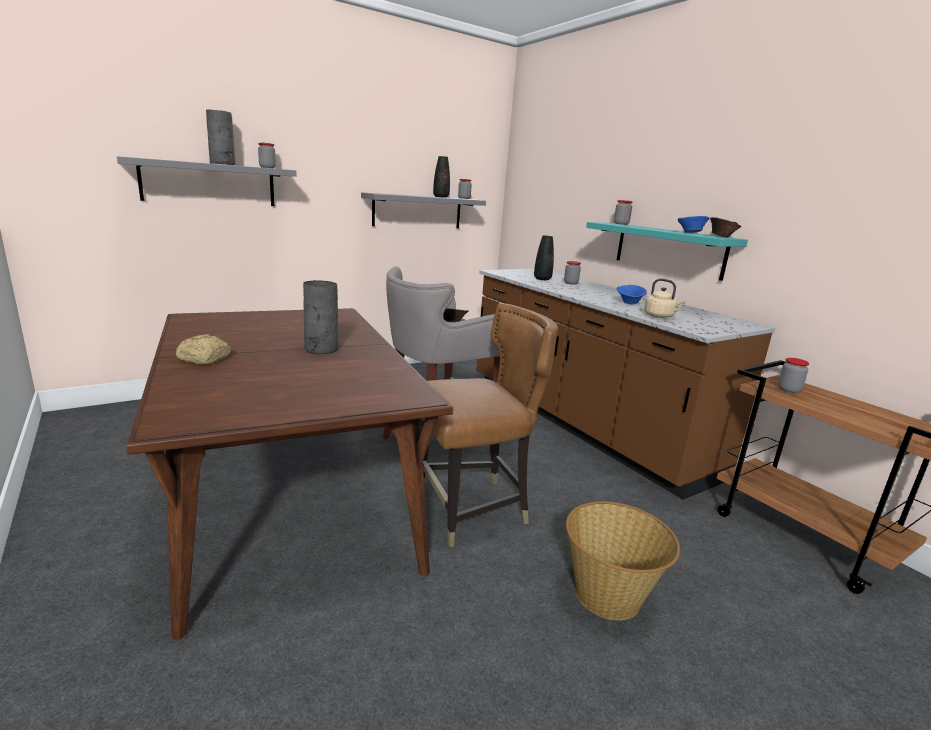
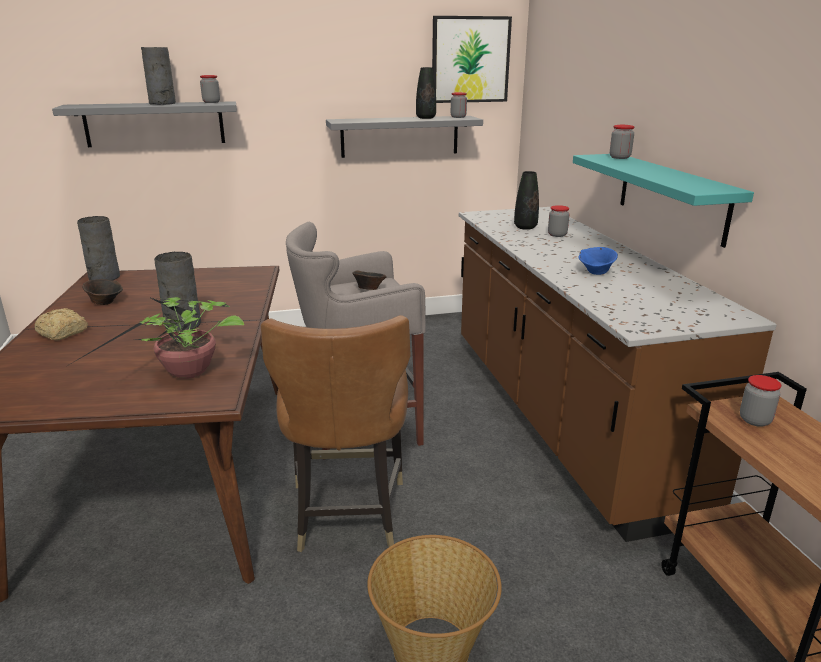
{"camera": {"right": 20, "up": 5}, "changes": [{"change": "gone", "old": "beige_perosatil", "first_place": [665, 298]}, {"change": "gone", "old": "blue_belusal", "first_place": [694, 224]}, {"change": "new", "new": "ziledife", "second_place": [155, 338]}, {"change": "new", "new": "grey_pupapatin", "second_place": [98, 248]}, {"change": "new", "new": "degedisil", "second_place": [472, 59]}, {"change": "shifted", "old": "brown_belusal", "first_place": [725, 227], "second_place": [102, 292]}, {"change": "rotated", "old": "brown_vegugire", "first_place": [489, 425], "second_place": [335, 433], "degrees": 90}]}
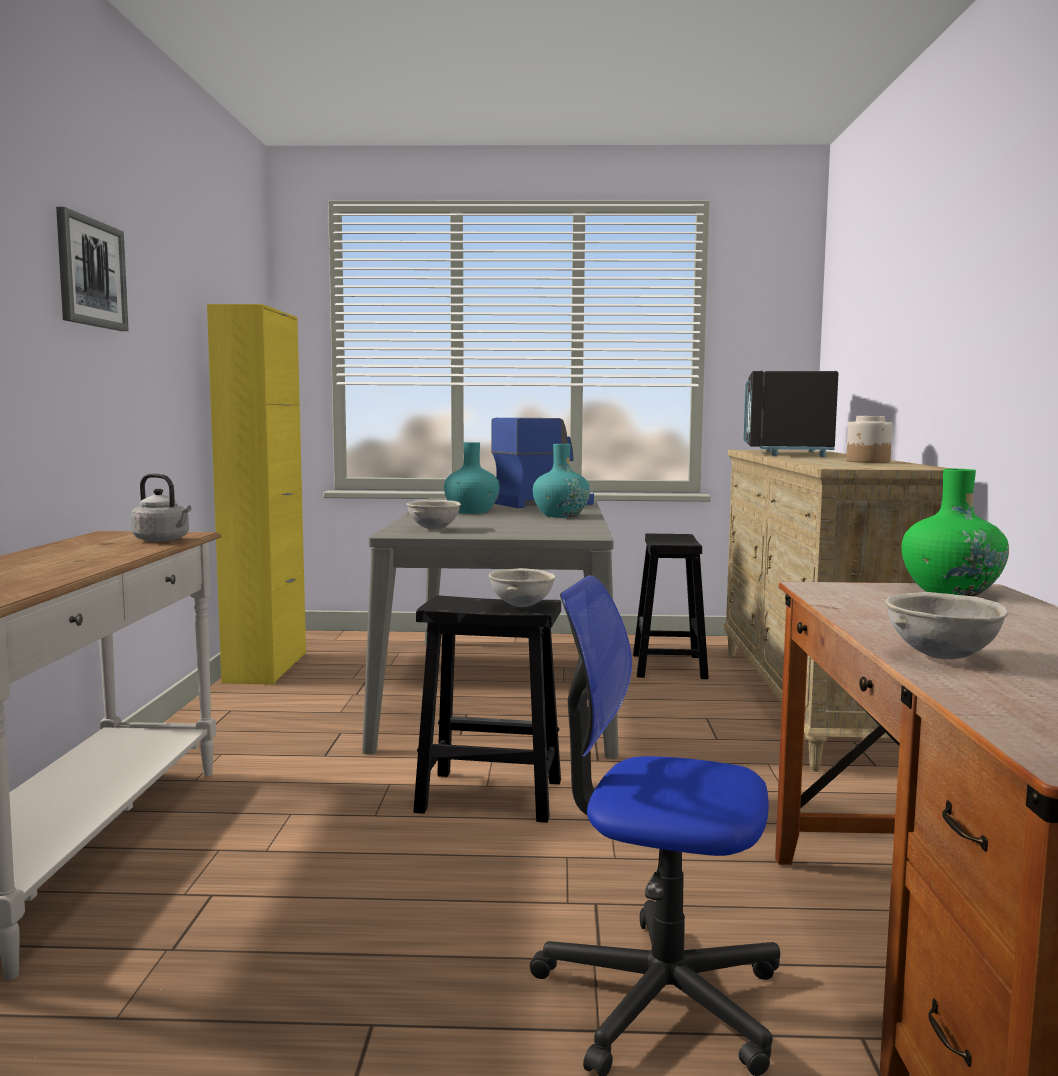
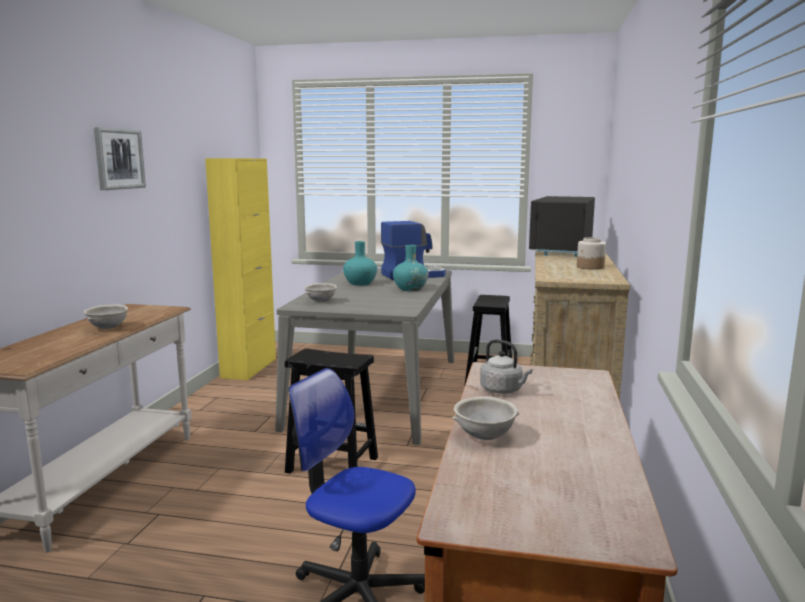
{"camera": {"right": 10, "up": 5}, "changes": [{"change": "gone", "old": "green_pupapatin", "first_place": [955, 532]}, {"change": "shifted", "old": "grey_perosatil", "first_place": [161, 507], "second_place": [506, 366]}, {"change": "shifted", "old": "grey_belusal", "first_place": [522, 587], "second_place": [106, 316]}]}
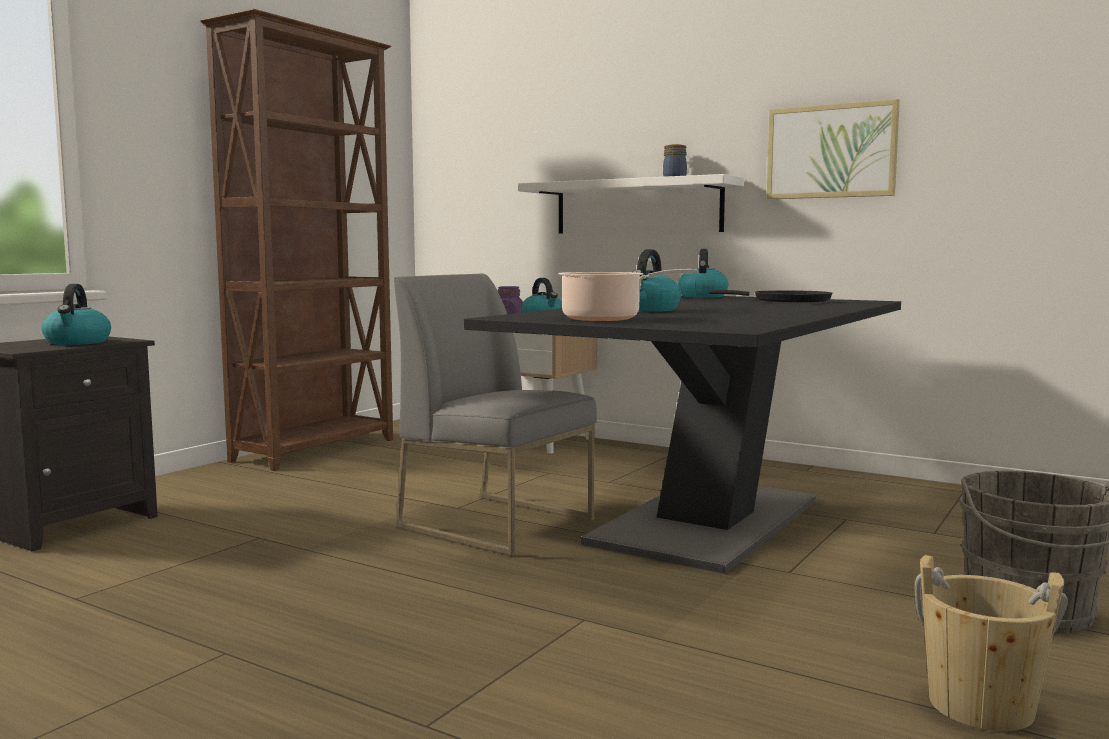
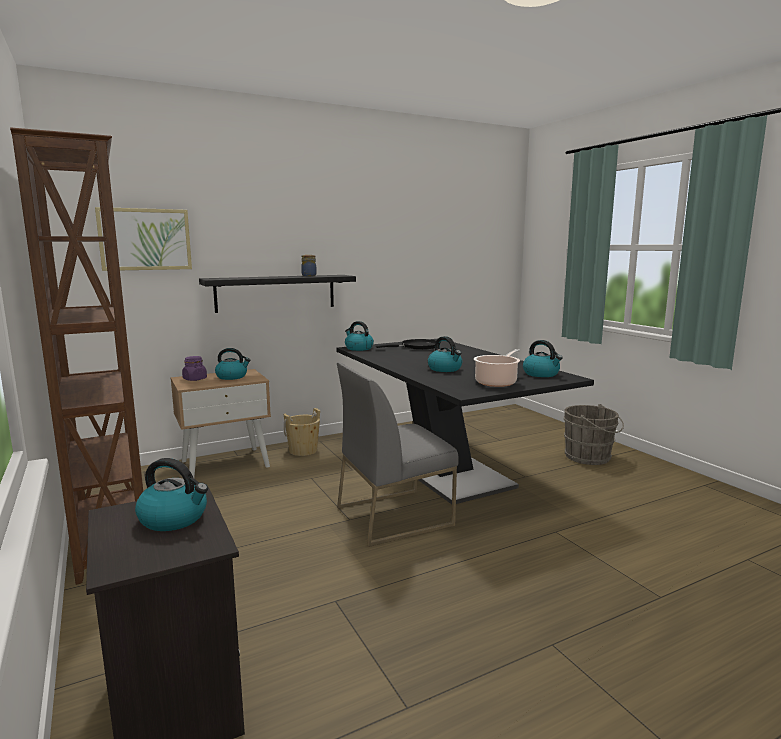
{"camera": {"right": -60, "up": 5}, "changes": [{"change": "new", "new": "perosatil", "second_place": [543, 358]}, {"change": "shifted", "old": "degedisil", "first_place": [833, 149], "second_place": [143, 239]}, {"change": "shifted", "old": "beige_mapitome", "first_place": [991, 643], "second_place": [301, 432]}, {"change": "repainted", "old": "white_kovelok", "new": "black_kovelok", "first_place": [631, 204], "second_place": [277, 294]}]}
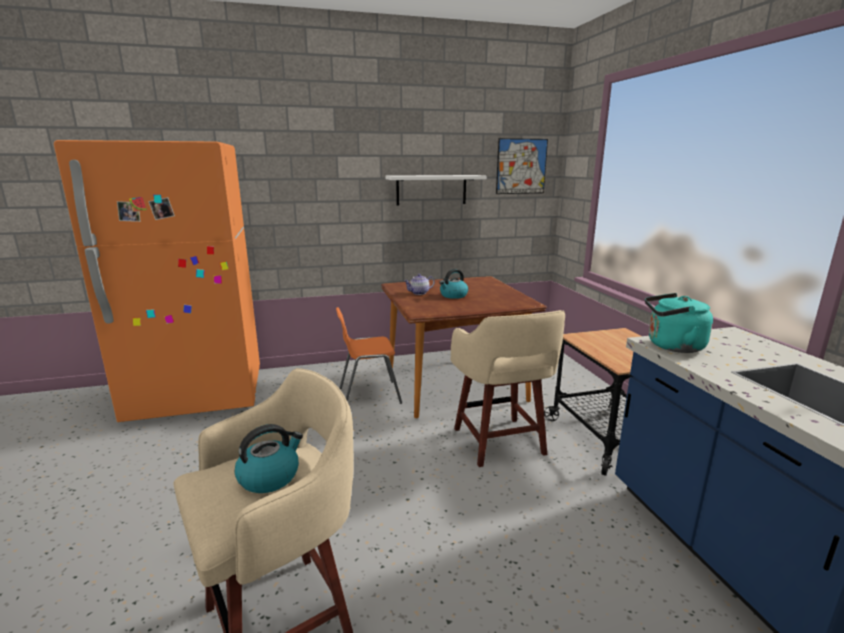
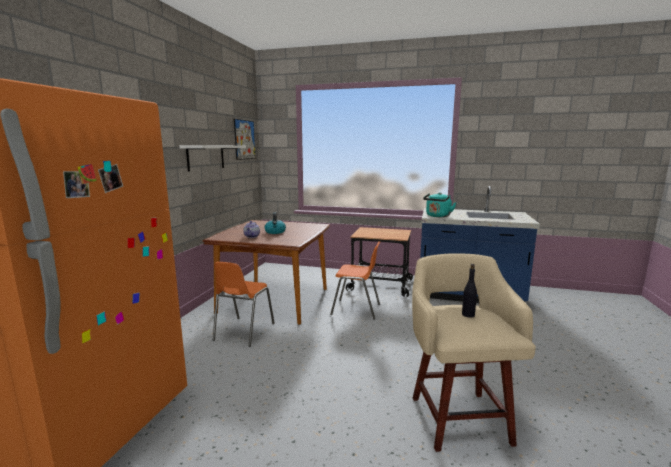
{"camera": {"right": -60, "up": -5}, "changes": [{"change": "swapped", "old": "perosatil", "new": "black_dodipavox", "first_place": [268, 458], "second_place": [469, 291]}, {"change": "swapped", "old": "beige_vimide", "new": "orange_vegugire", "first_place": [508, 388], "second_place": [355, 280]}]}
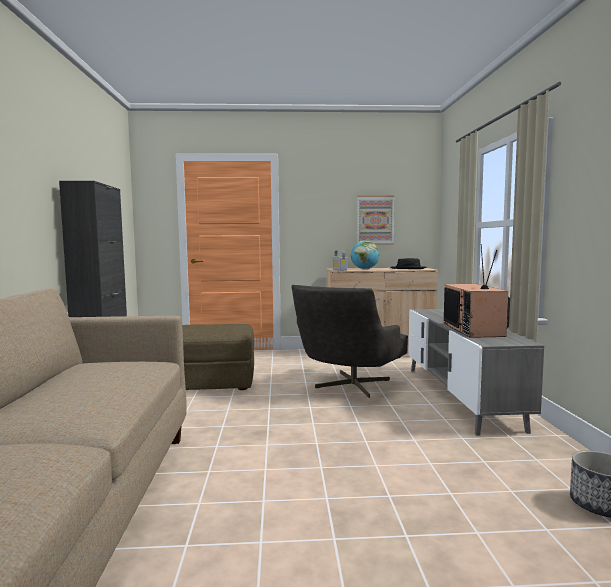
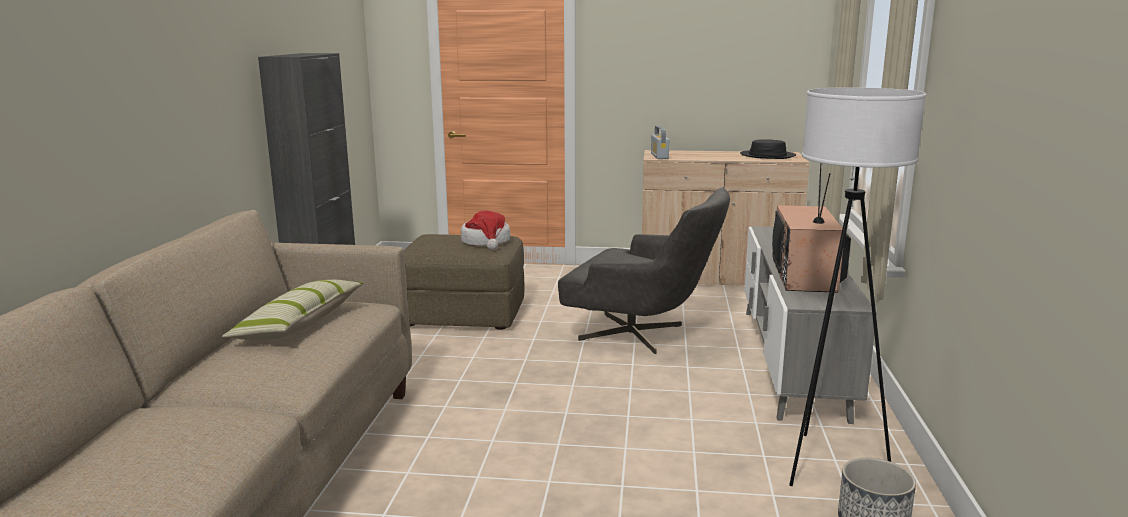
{"camera": {"right": 10, "up": 10}, "changes": [{"change": "gone", "old": "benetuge", "first_place": [365, 255]}, {"change": "gone", "old": "degedisil", "first_place": [375, 220]}, {"change": "new", "new": "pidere", "second_place": [292, 310]}, {"change": "new", "new": "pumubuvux", "second_place": [485, 230]}, {"change": "new", "new": "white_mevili", "second_place": [857, 286]}, {"change": "rotated", "old": "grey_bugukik", "first_place": [350, 341], "second_place": [644, 270], "degrees": -105}]}
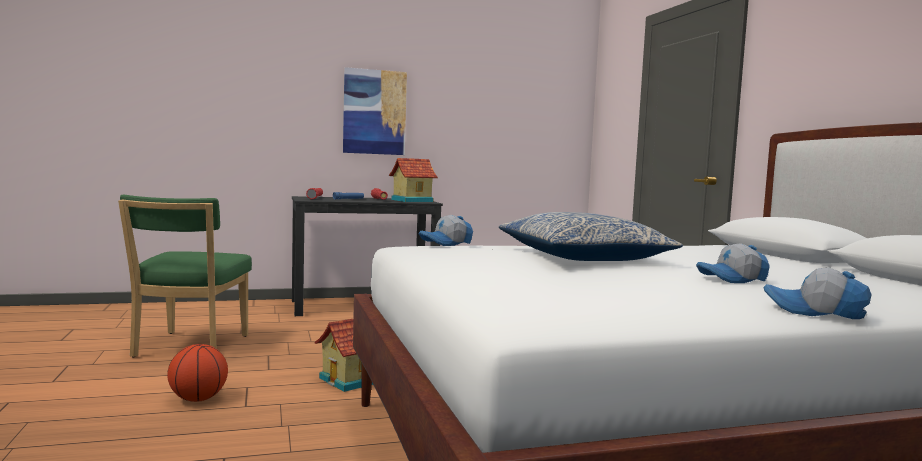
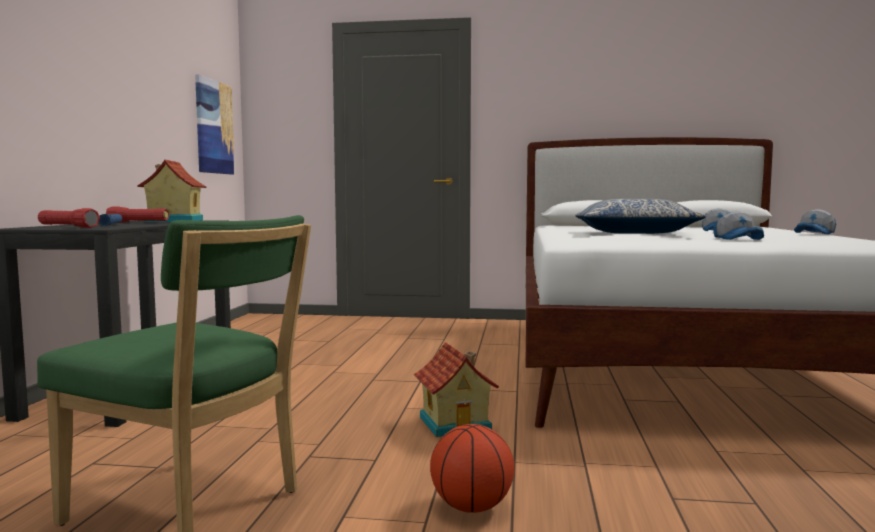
{"camera": {"right": -65, "up": 0}, "changes": [{"change": "shifted", "old": "degedisil", "first_place": [375, 111], "second_place": [215, 124]}, {"change": "shifted", "old": "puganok", "first_place": [445, 230], "second_place": [738, 225]}]}
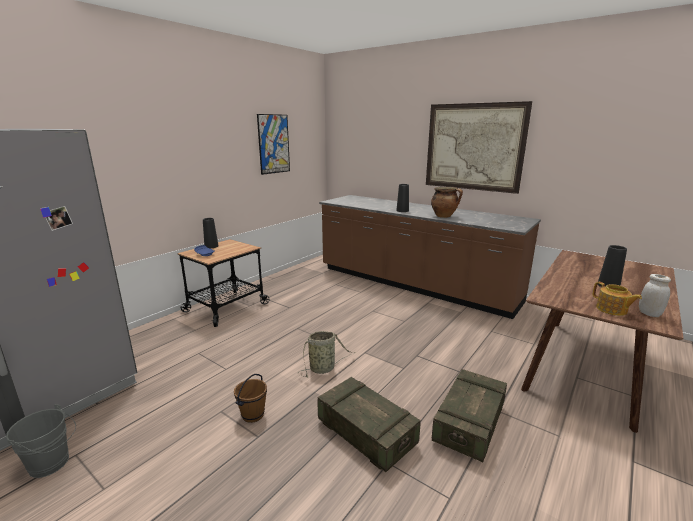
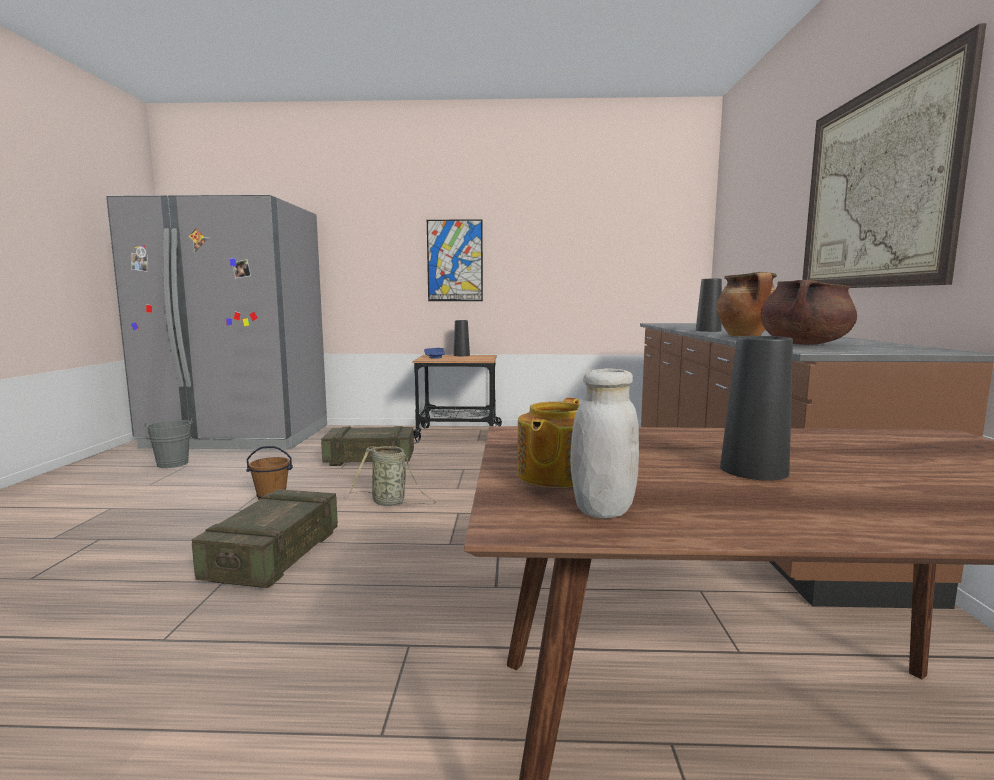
{"camera": {"right": 55, "up": -10}, "changes": [{"change": "new", "new": "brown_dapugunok", "second_place": [809, 312]}, {"change": "shifted", "old": "degedisil", "first_place": [273, 144], "second_place": [455, 260]}, {"change": "shifted", "old": "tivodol", "first_place": [469, 415], "second_place": [367, 446]}]}
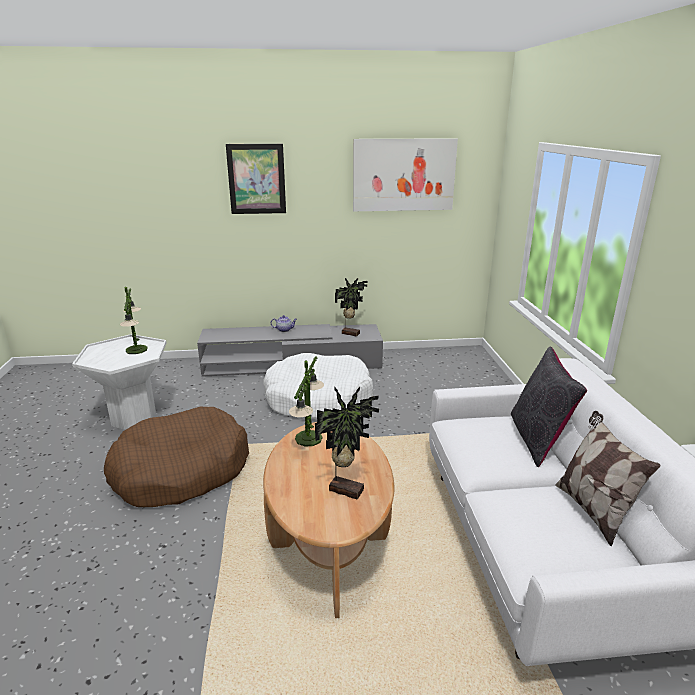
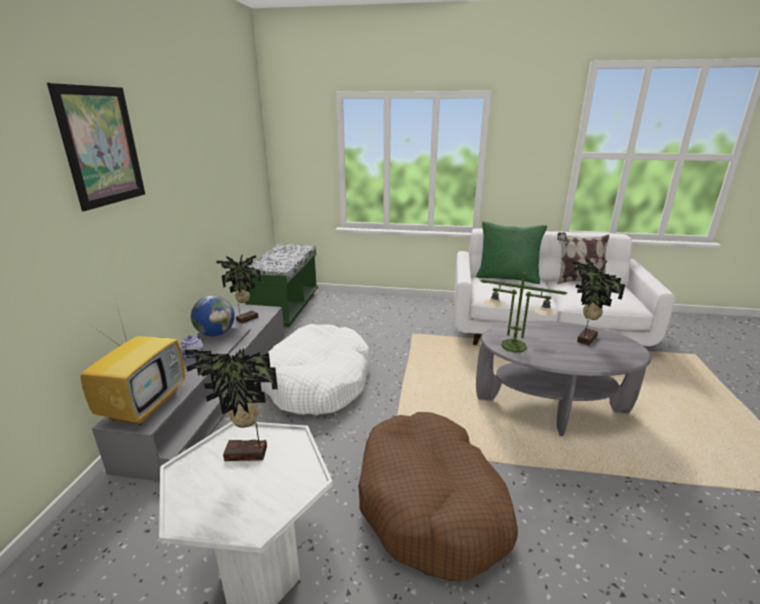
{"camera": {"right": -75, "up": 0}, "changes": [{"change": "gone", "old": "degedisil", "first_place": [405, 174]}, {"change": "new", "new": "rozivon", "second_place": [132, 363]}, {"change": "new", "new": "benetuge", "second_place": [213, 315]}, {"change": "new", "new": "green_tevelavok", "second_place": [281, 285]}, {"change": "swapped", "old": "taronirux", "new": "ziledife", "first_place": [133, 320], "second_place": [231, 404]}, {"change": "repainted", "old": "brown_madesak", "new": "grey_madesak", "first_place": [329, 520], "second_place": [563, 378]}, {"change": "repainted", "old": "black_pidere", "new": "green_pidere", "first_place": [549, 406], "second_place": [511, 252]}]}
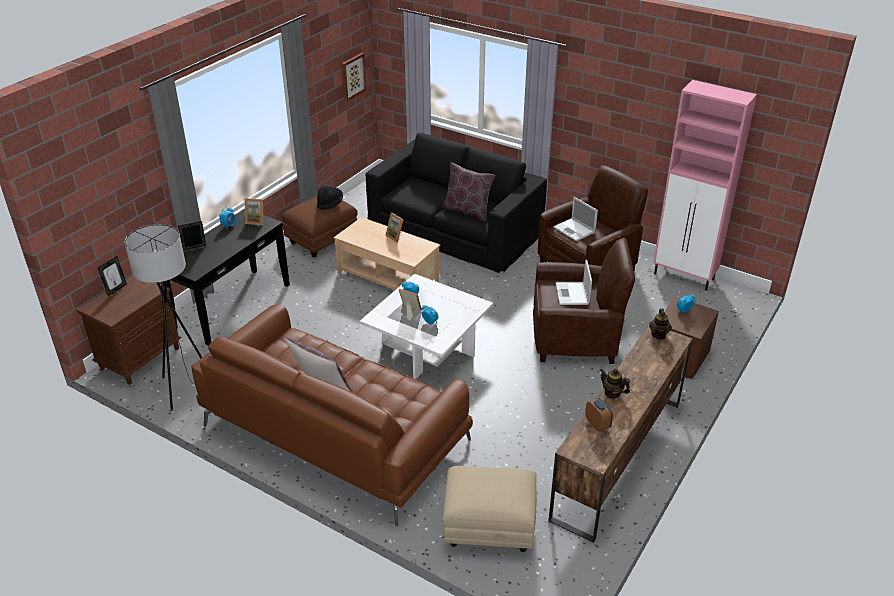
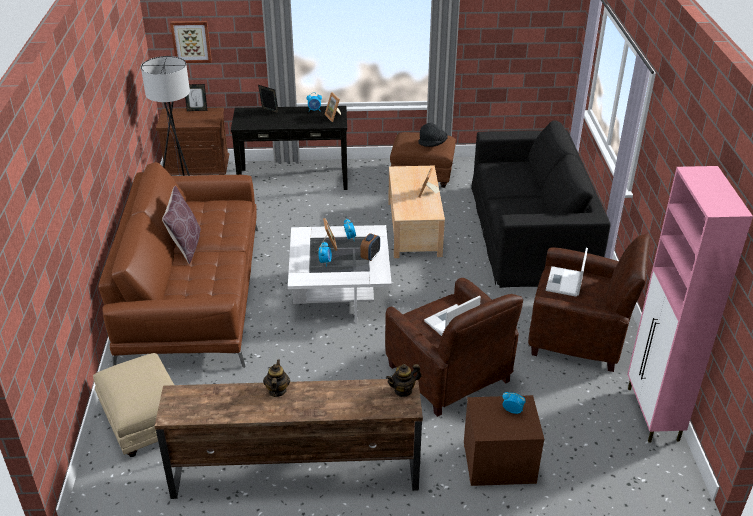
{"camera": {"right": 55, "up": 0}, "changes": [{"change": "gone", "old": "brown_pidere", "first_place": [468, 191]}, {"change": "shifted", "old": "degedisil", "first_place": [354, 77], "second_place": [191, 42]}, {"change": "shifted", "old": "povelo", "first_place": [599, 415], "second_place": [370, 247]}]}
